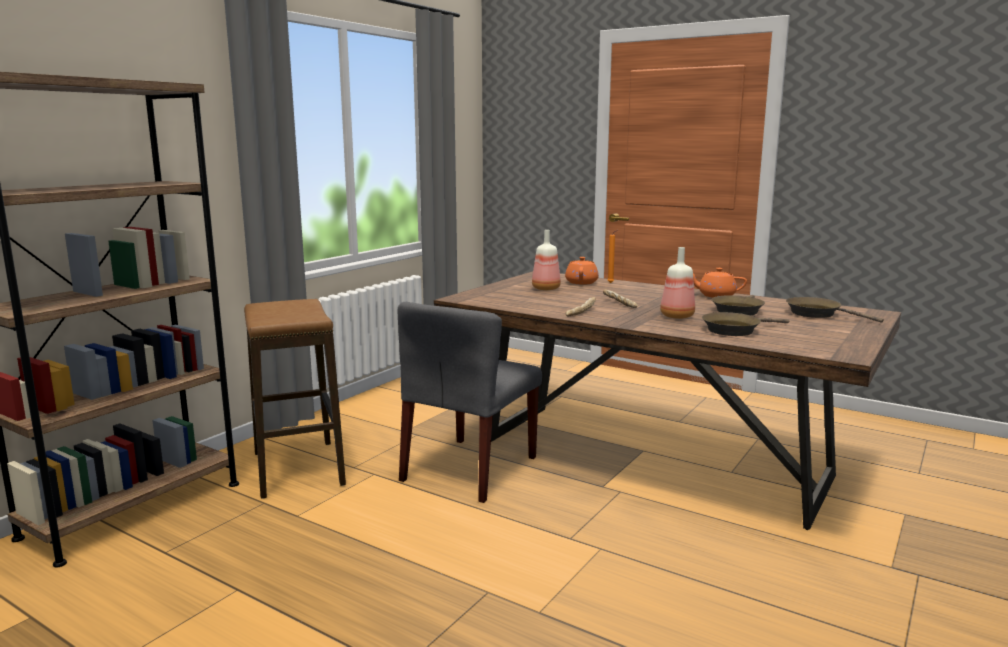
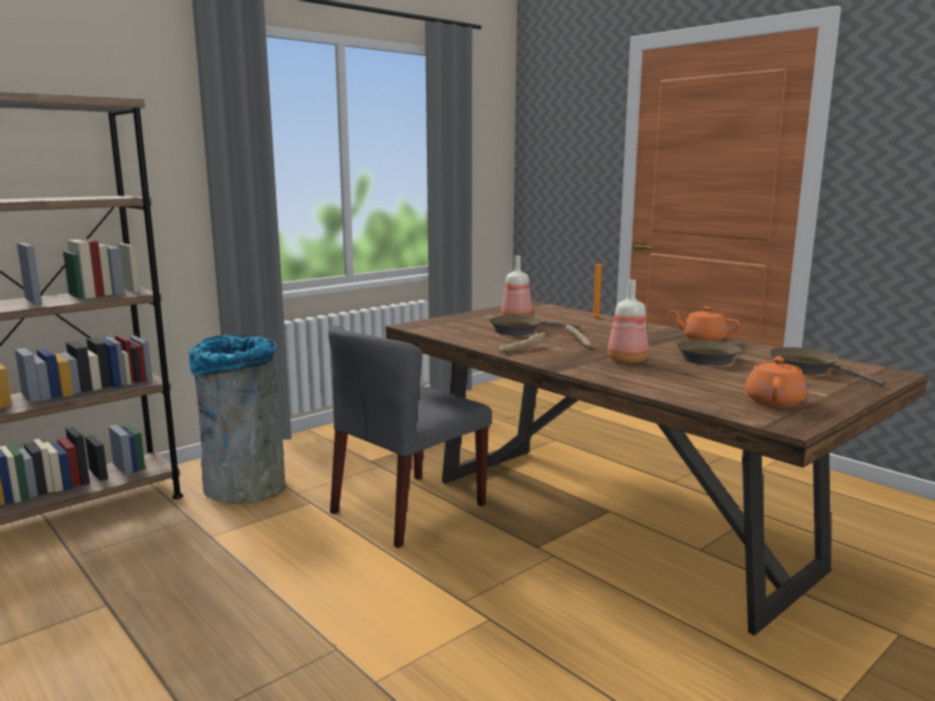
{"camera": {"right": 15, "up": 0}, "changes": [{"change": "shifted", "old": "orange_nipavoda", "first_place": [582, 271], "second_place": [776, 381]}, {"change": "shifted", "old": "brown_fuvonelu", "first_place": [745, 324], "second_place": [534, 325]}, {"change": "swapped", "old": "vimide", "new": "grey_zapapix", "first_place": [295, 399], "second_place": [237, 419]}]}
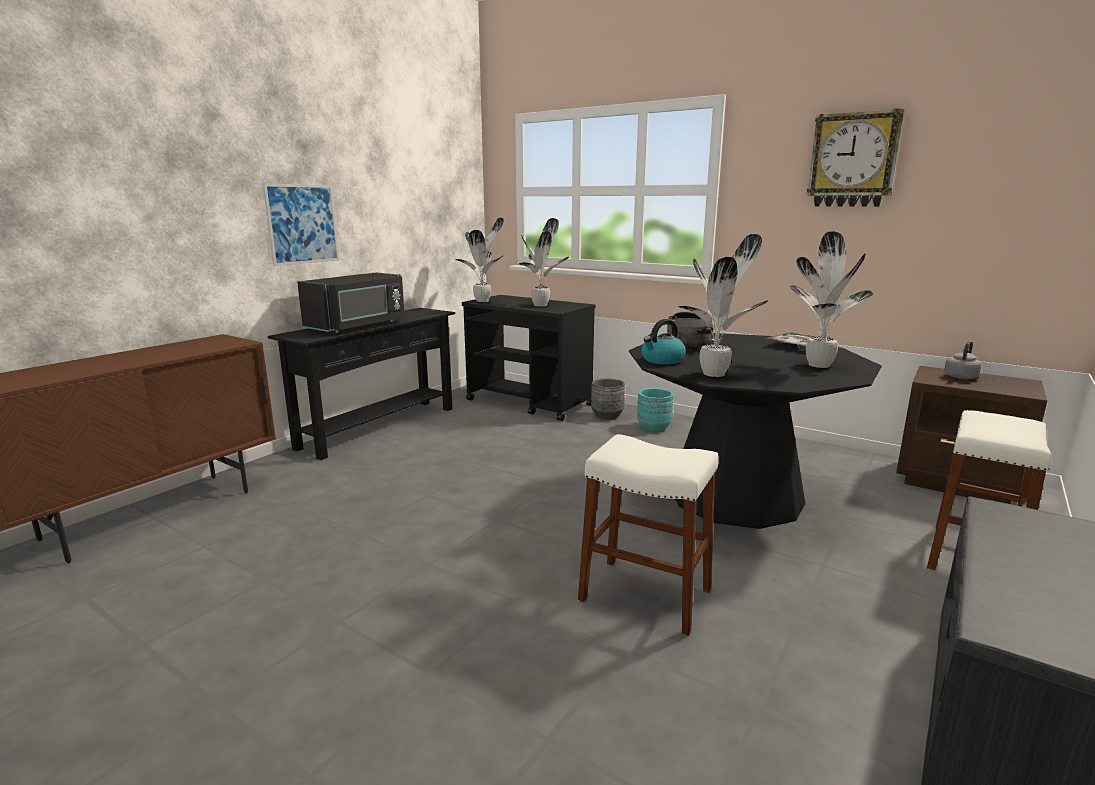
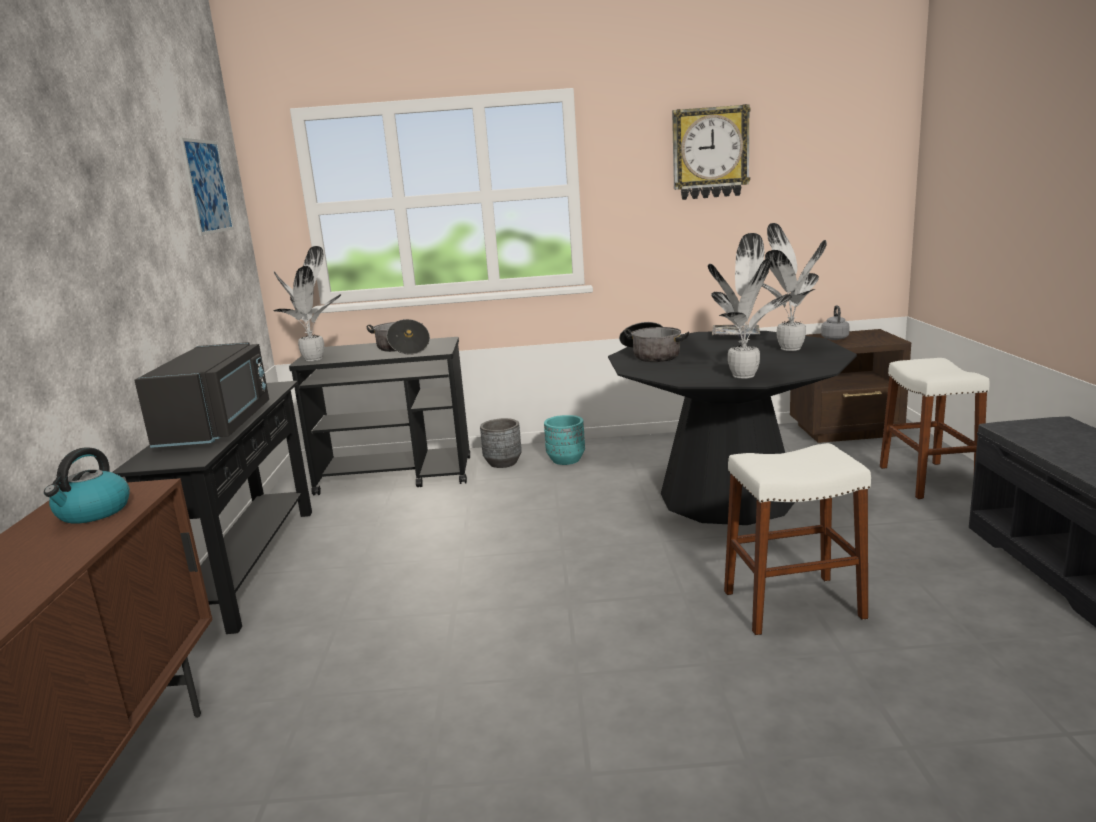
{"camera": {"right": -35, "up": 0}, "changes": [{"change": "shifted", "old": "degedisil", "first_place": [301, 225], "second_place": [207, 187]}, {"change": "shifted", "old": "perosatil", "first_place": [663, 342], "second_place": [87, 486]}, {"change": "swapped", "old": "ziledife", "new": "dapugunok", "first_place": [544, 262], "second_place": [398, 337]}]}
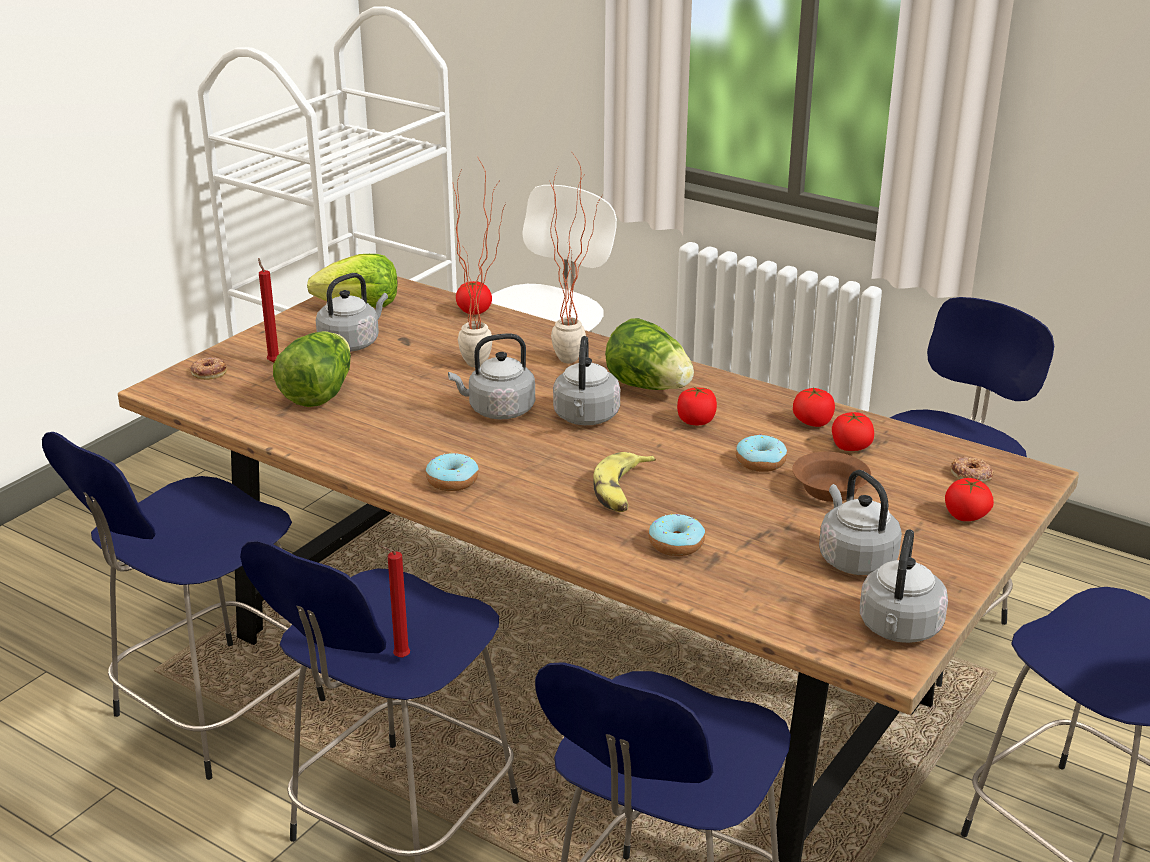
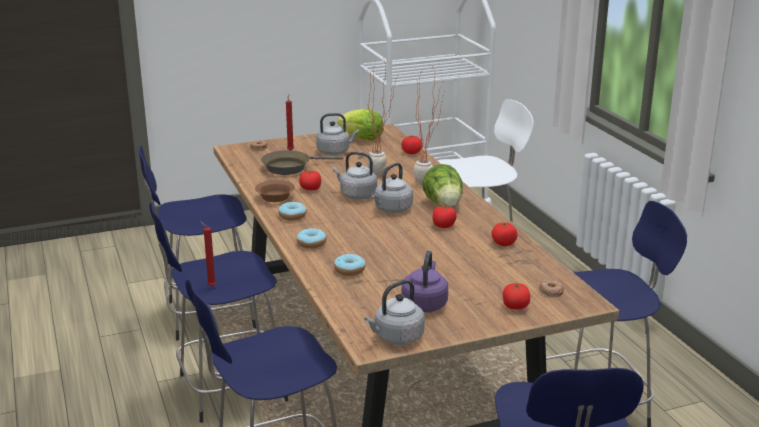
{"camera": {"right": 35, "up": -5}, "changes": [{"change": "gone", "old": "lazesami", "first_place": [624, 482]}, {"change": "shifted", "old": "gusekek", "first_place": [761, 453], "second_place": [312, 238]}, {"change": "shifted", "old": "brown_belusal", "first_place": [831, 477], "second_place": [275, 191]}, {"change": "shifted", "old": "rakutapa", "first_place": [853, 431], "second_place": [310, 180]}, {"change": "swapped", "old": "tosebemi", "new": "brown_fuvonelu", "first_place": [312, 369], "second_place": [302, 162]}, {"change": "repainted", "old": "grey_perosatil", "new": "purple_perosatil", "first_place": [860, 522], "second_place": [425, 281]}]}
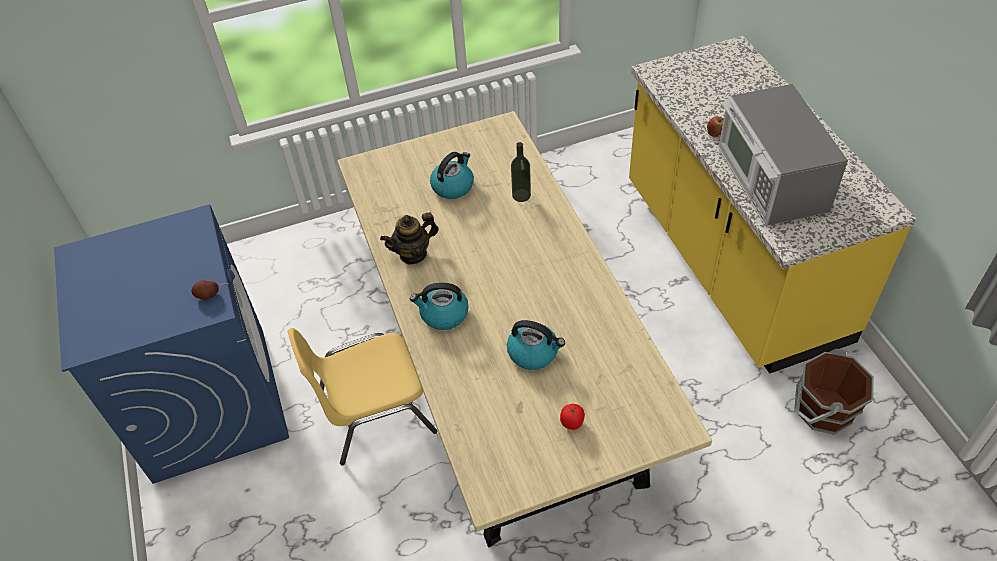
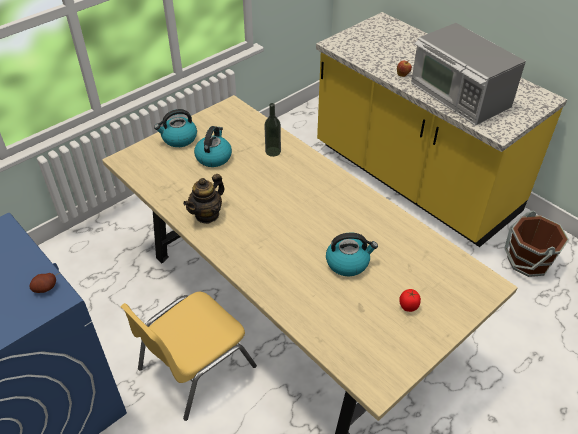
{"camera": {"right": -25, "up": -5}, "changes": [{"change": "shifted", "old": "perosatil", "first_place": [439, 306], "second_place": [175, 128]}]}
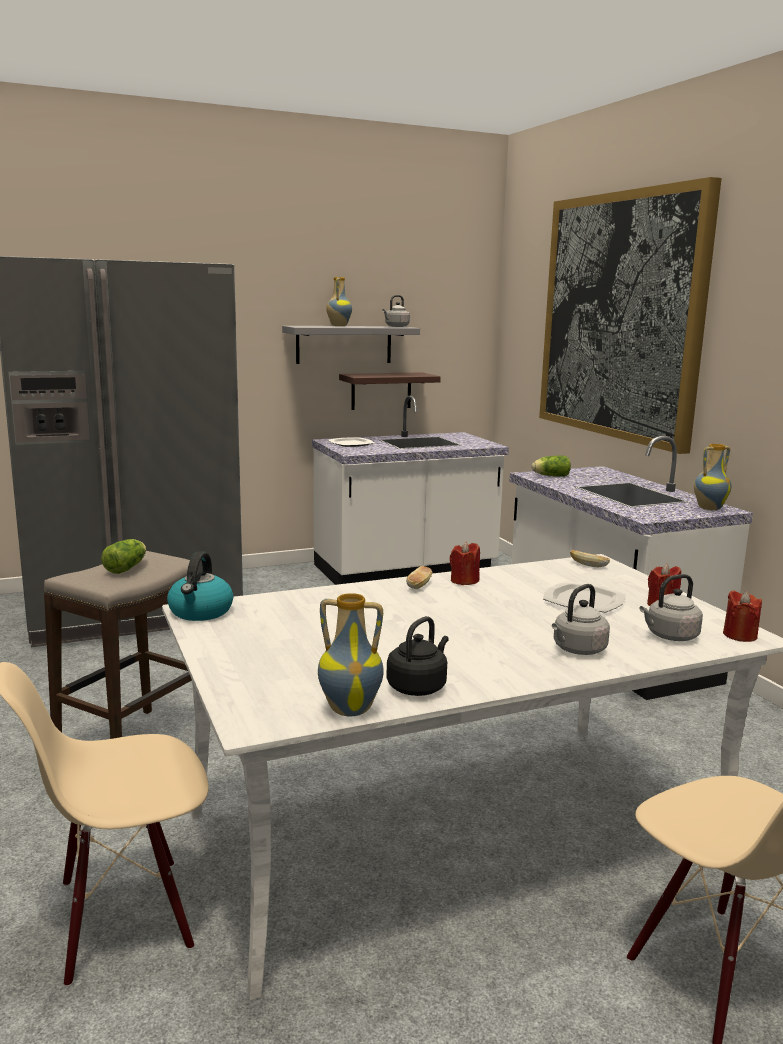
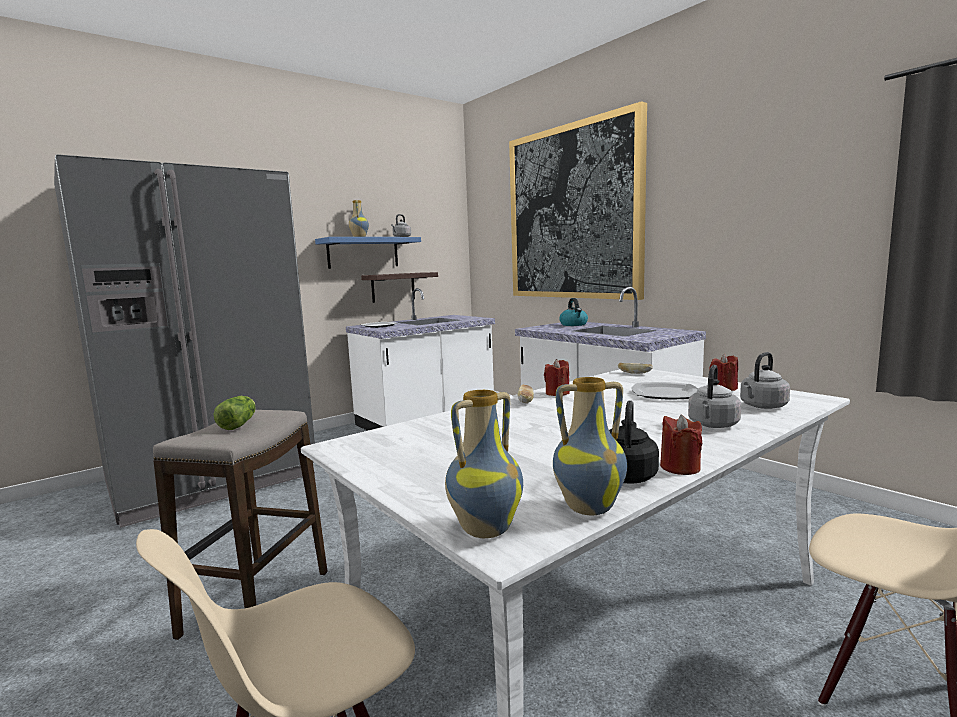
{"camera": {"right": -15, "up": -5}, "changes": [{"change": "gone", "old": "tosebemi", "first_place": [551, 466]}, {"change": "shifted", "old": "perosatil", "first_place": [200, 586], "second_place": [573, 312]}, {"change": "shifted", "old": "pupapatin", "first_place": [712, 477], "second_place": [484, 464]}, {"change": "shifted", "old": "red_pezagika", "first_place": [742, 616], "second_place": [681, 444]}, {"change": "repainted", "old": "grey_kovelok", "new": "blue_kovelok", "first_place": [351, 345], "second_place": [368, 253]}]}
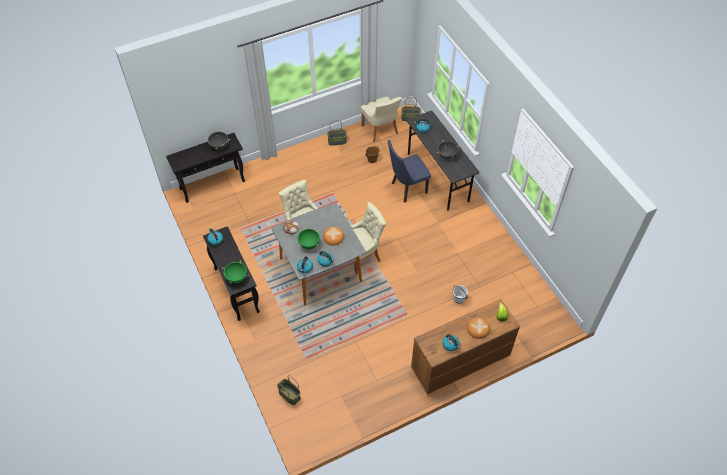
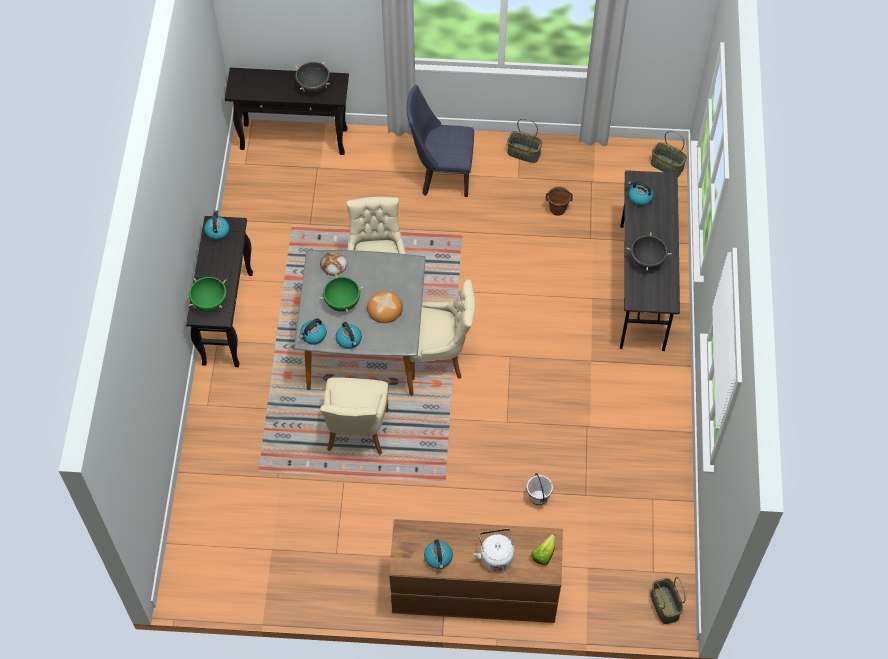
{"camera": {"right": 30, "up": 5}, "changes": [{"change": "shifted", "old": "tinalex", "first_place": [289, 390], "second_place": [668, 600]}, {"change": "shifted", "old": "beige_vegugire", "first_place": [381, 119], "second_place": [354, 416]}, {"change": "shifted", "old": "blue_vegugire", "first_place": [409, 171], "second_place": [440, 141]}, {"change": "swapped", "old": "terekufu", "new": "white_perosatil", "first_place": [478, 328], "second_place": [493, 550]}]}
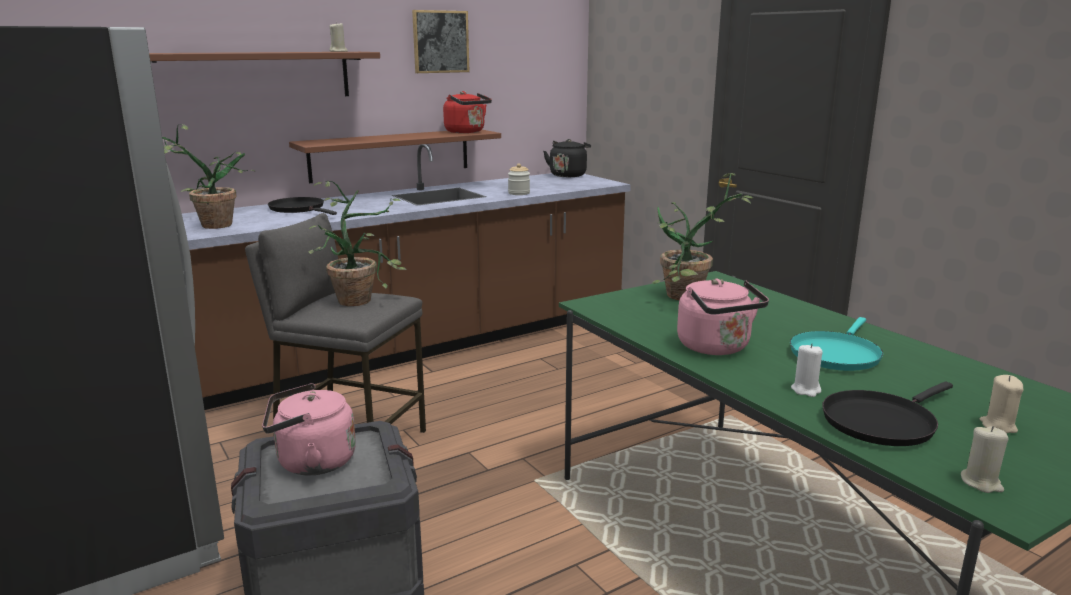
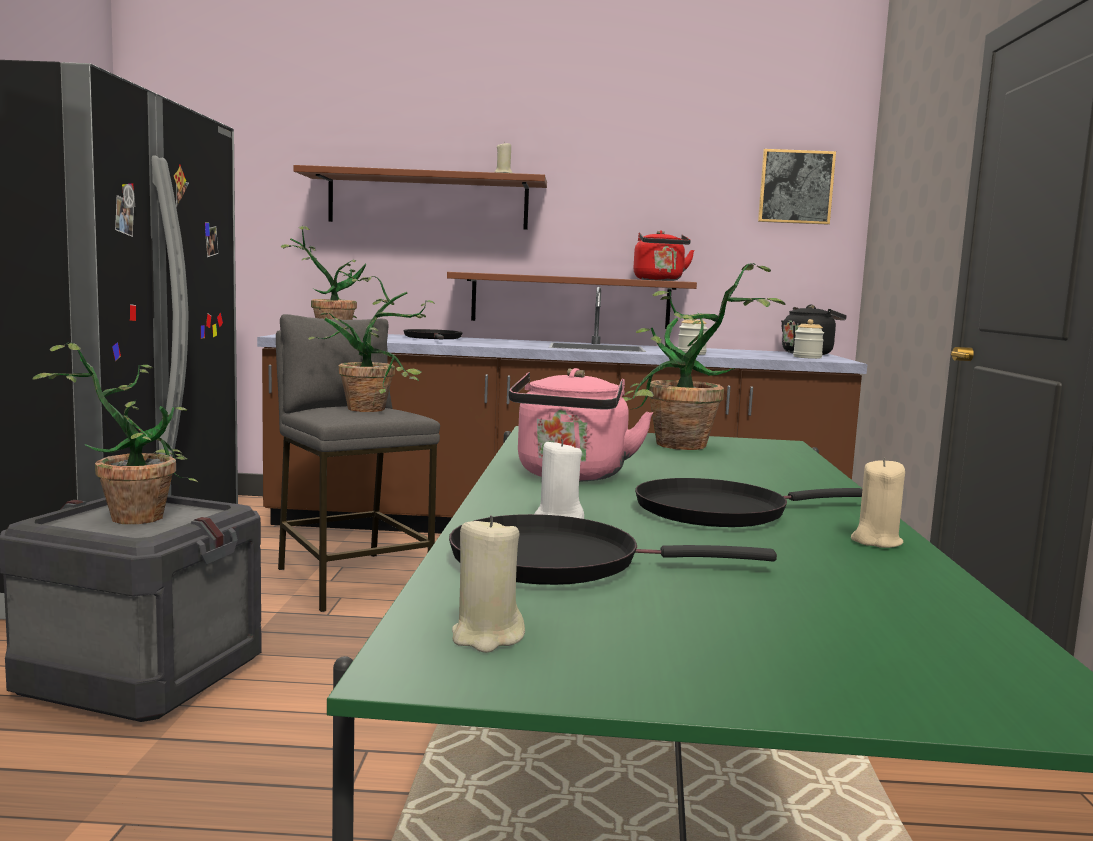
{"camera": {"right": 35, "up": -10}, "changes": [{"change": "new", "new": "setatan", "second_place": [808, 339]}, {"change": "shifted", "old": "degedisil", "first_place": [440, 41], "second_place": [797, 186]}, {"change": "shifted", "old": "beige_pezagika", "first_place": [1002, 404], "second_place": [878, 503]}, {"change": "swapped", "old": "pink_perosatil", "new": "ziledife", "first_place": [309, 429], "second_place": [115, 433]}, {"change": "repainted", "old": "turquoise_fuvonelu", "new": "black_fuvonelu", "first_place": [836, 344], "second_place": [748, 502]}]}
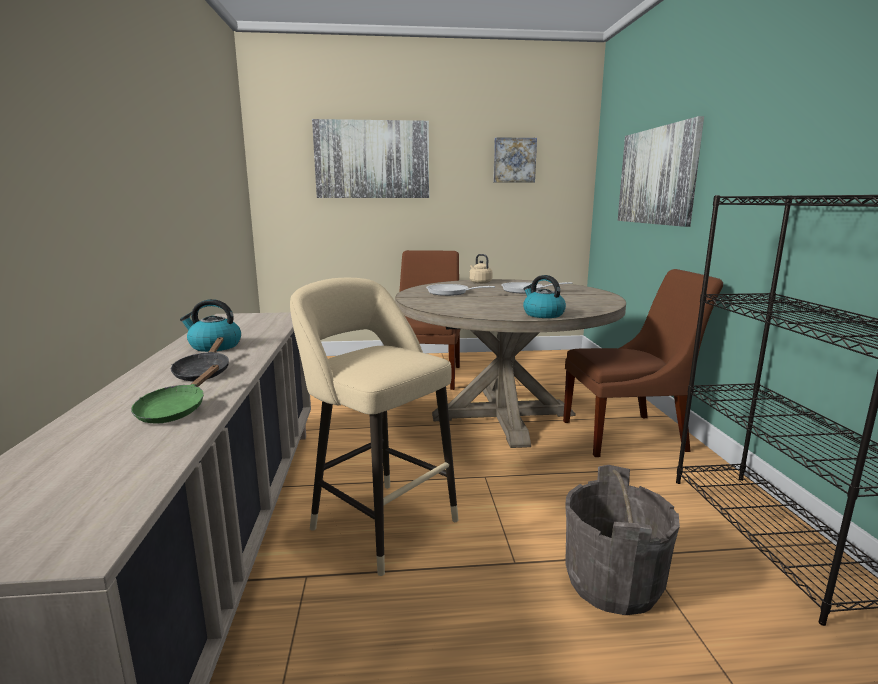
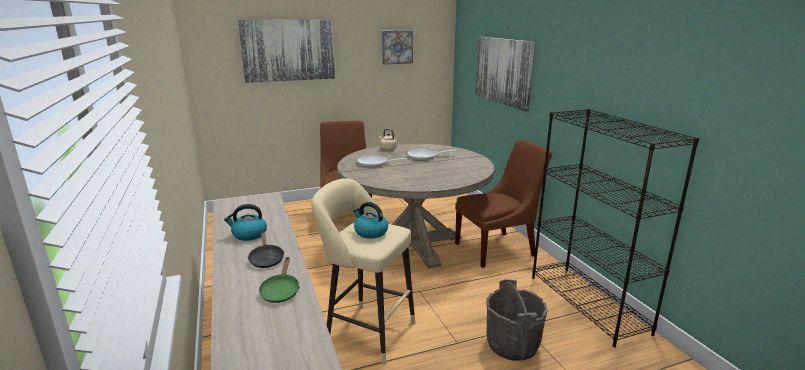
{"camera": {"right": -15, "up": 5}, "changes": [{"change": "shifted", "old": "perosatil", "first_place": [544, 296], "second_place": [370, 220]}]}
